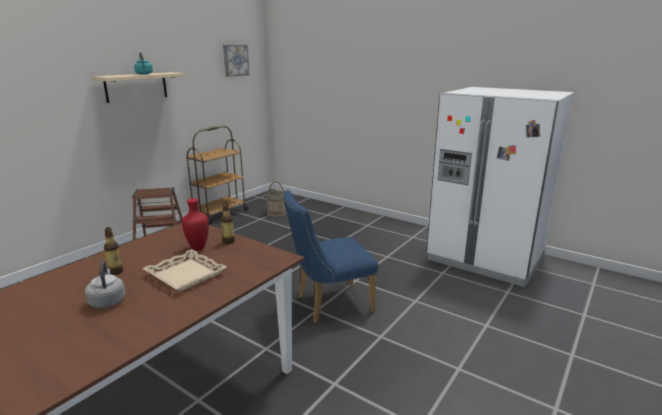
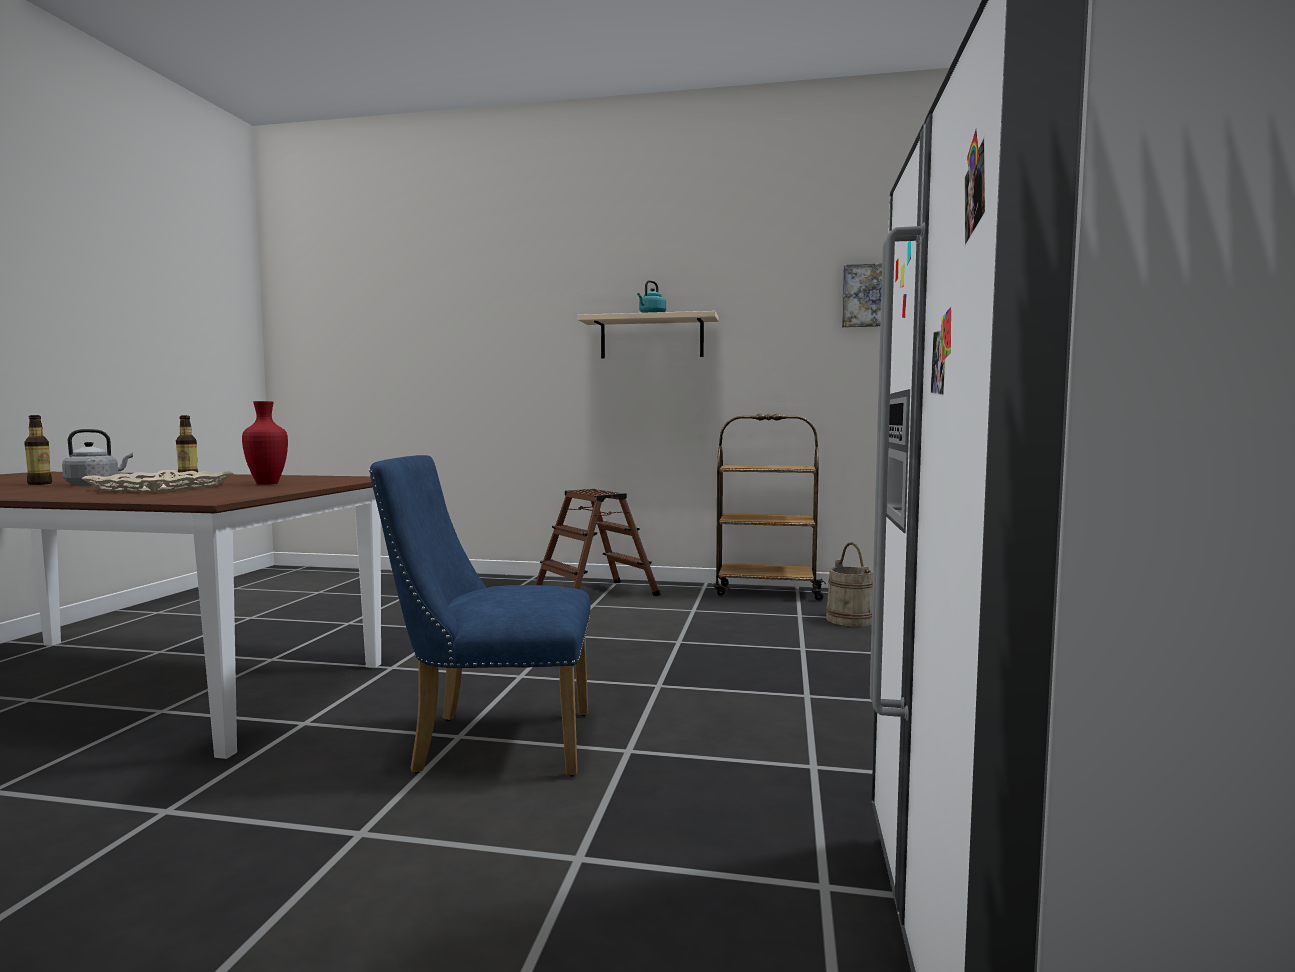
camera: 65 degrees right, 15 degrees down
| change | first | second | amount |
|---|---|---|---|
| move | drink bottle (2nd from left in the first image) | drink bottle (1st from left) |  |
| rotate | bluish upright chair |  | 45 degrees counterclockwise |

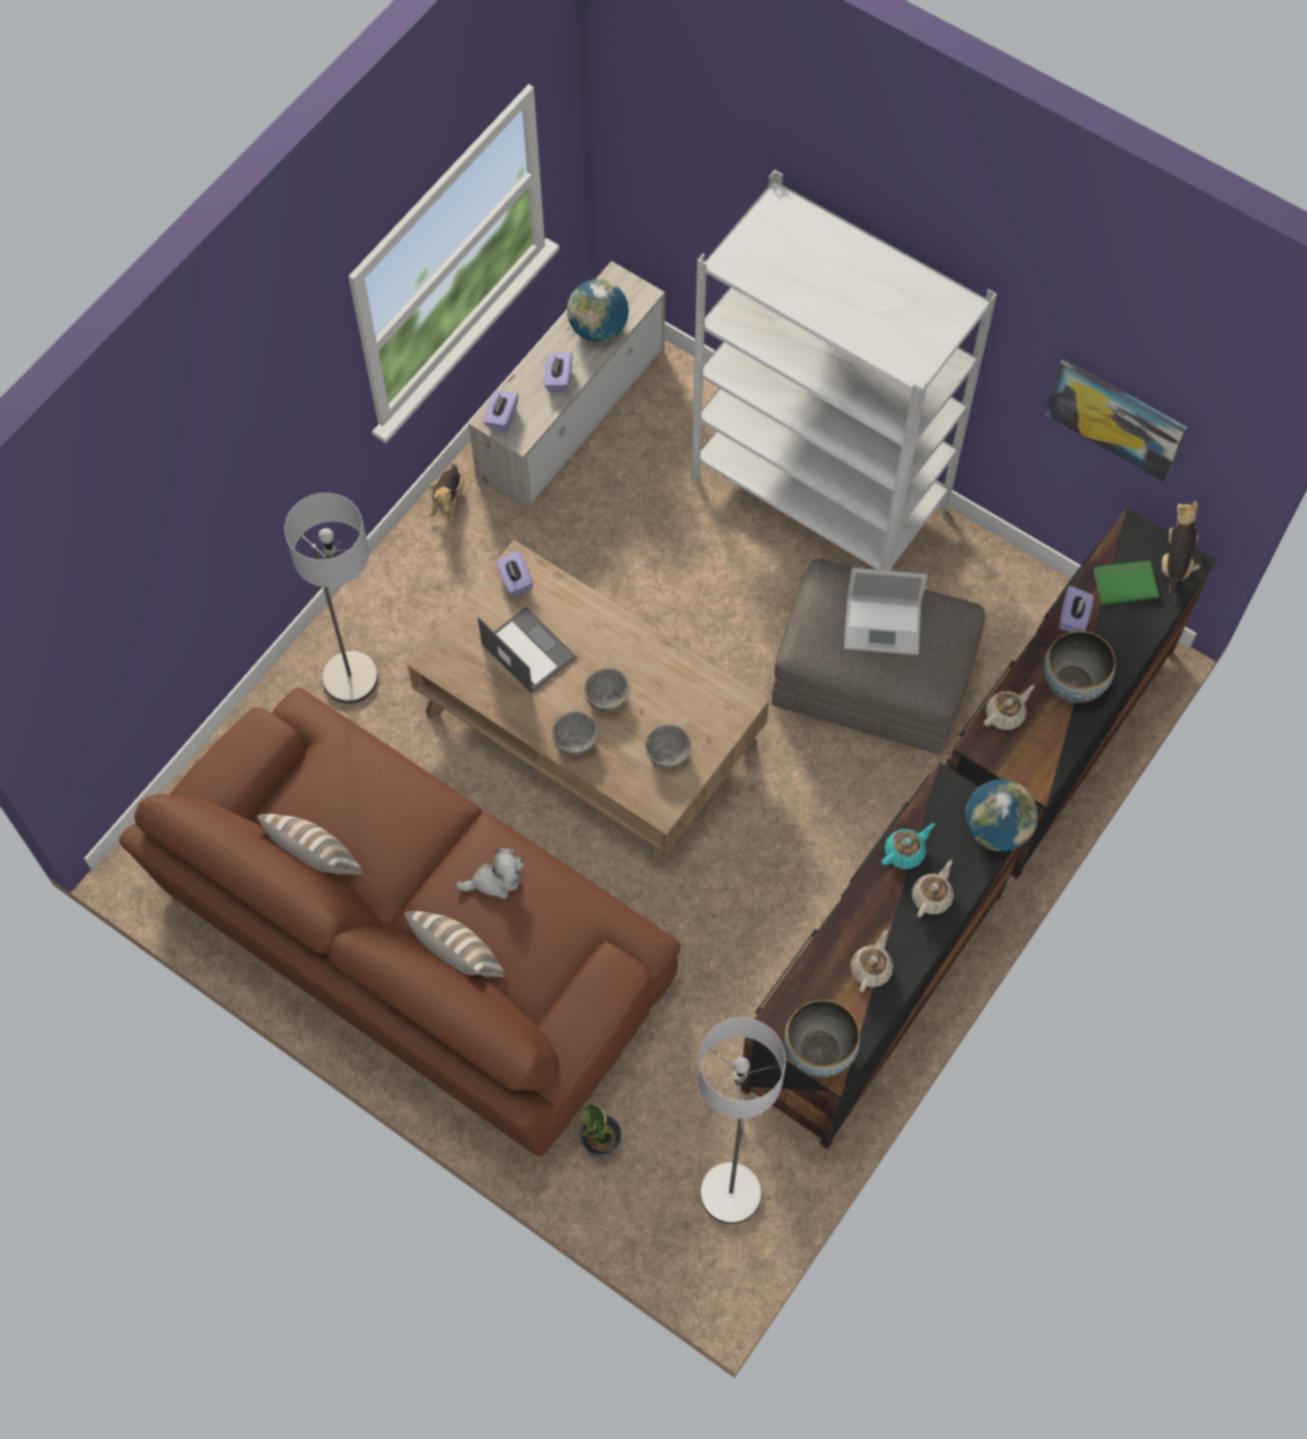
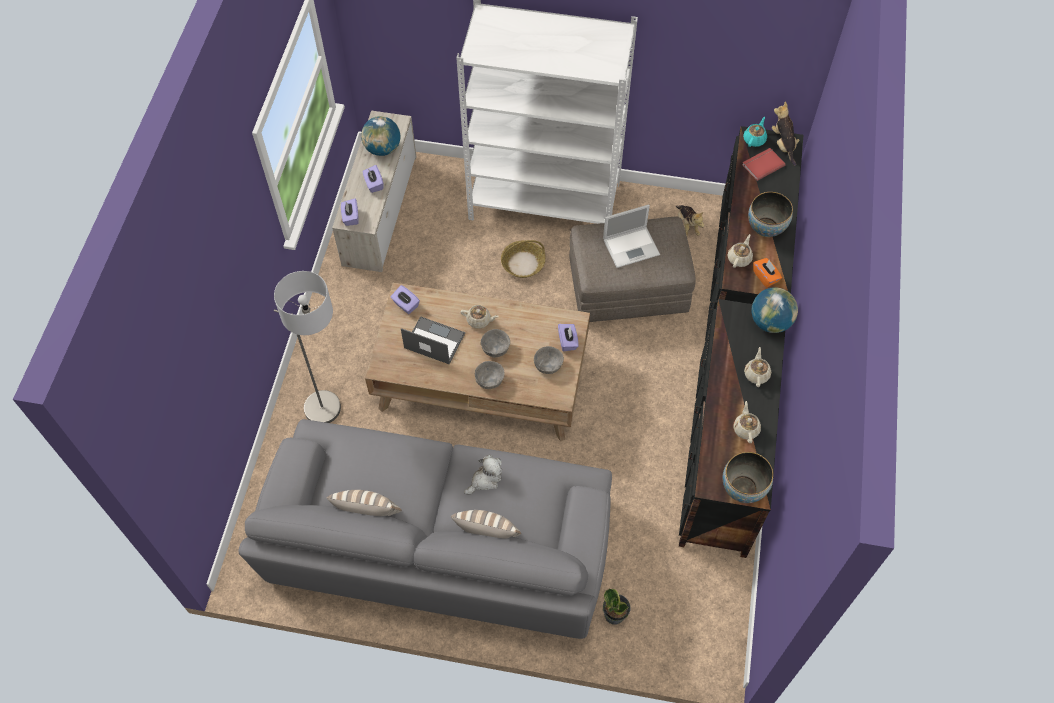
camera: 25 degrees left, 5 degrees down
| change | first | second | amount |
|---|---|---|---|
| recolor | brown couch | grey couch |  |
| move | soft toy (1st from left in the first image) | soft toy (2nd from left) |  |
| delete | grey standing lamp (2nd from left) |  |  |
| move | turquoise pot for tea |  |  |
| delete | wall art |  |  |
| move | purple tissue holder (4th from left) |  |  |
| recolor | greenish bound book | reddish bound book |  |
| insert |  | beige pot for tea (1st from left) |  |
| insert |  | household basket |  |
| insert |  | orangey tissue holder |  |

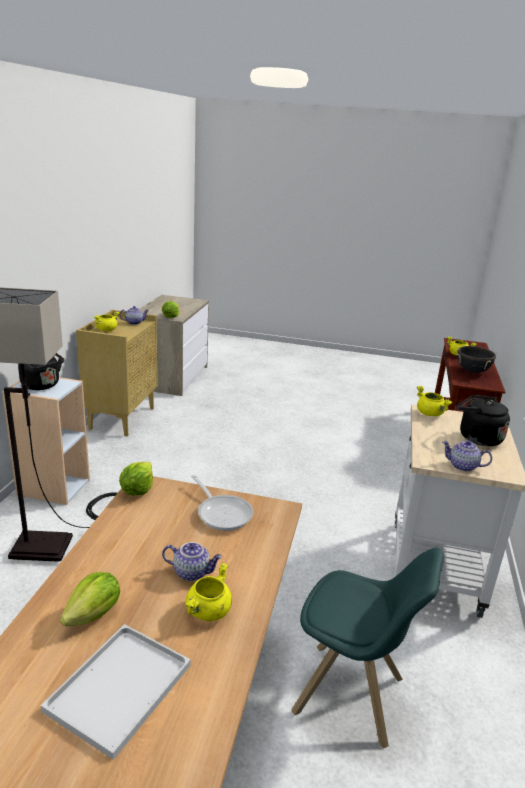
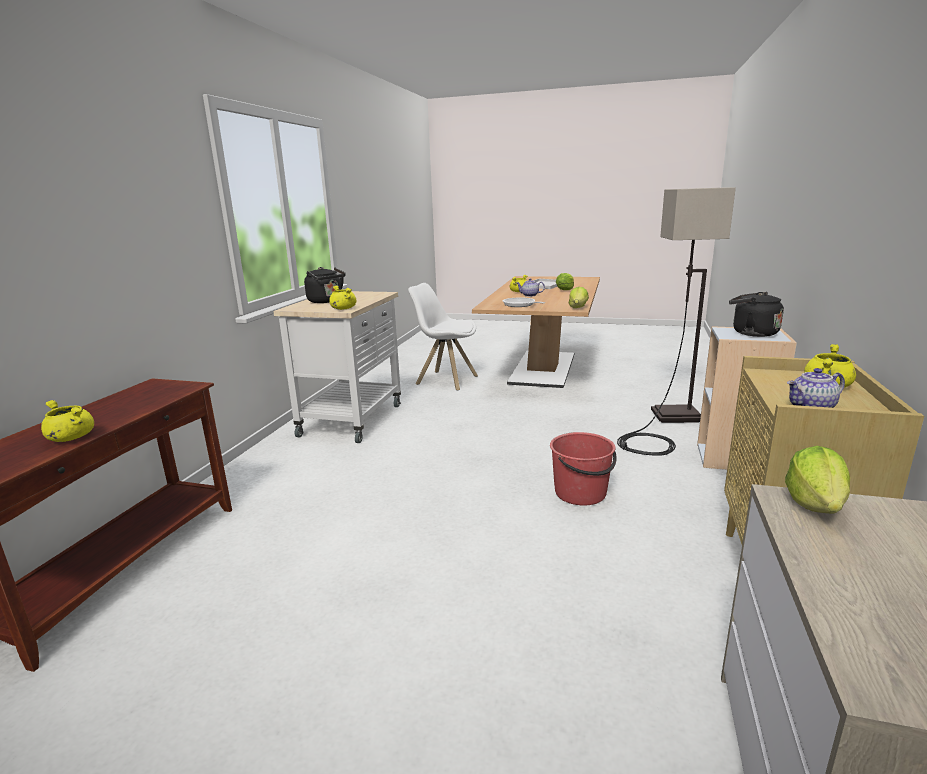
camera: 175 degrees left, 5 degrees down
| change | first | second | amount |
|---|---|---|---|
| recolor | turquoise upright chair | white upright chair |  |
| delete | pot for tea (3rd from left) |  |  |
| delete | black saucepot |  |  |
| insert |  | reddish water bucket |  |

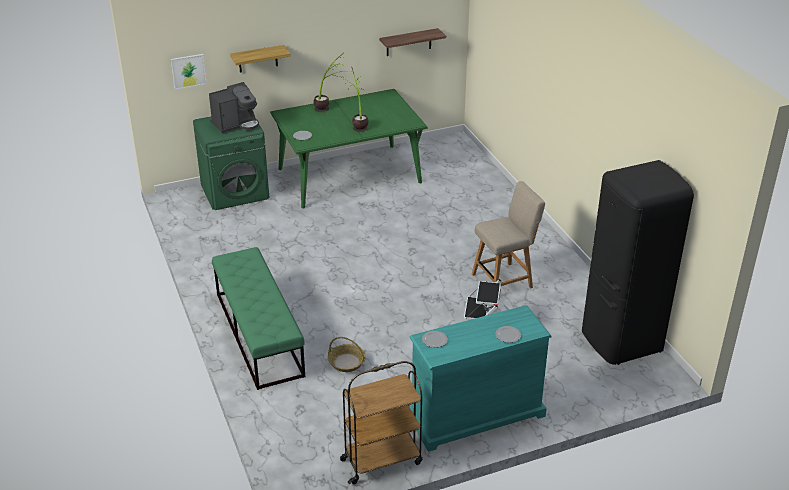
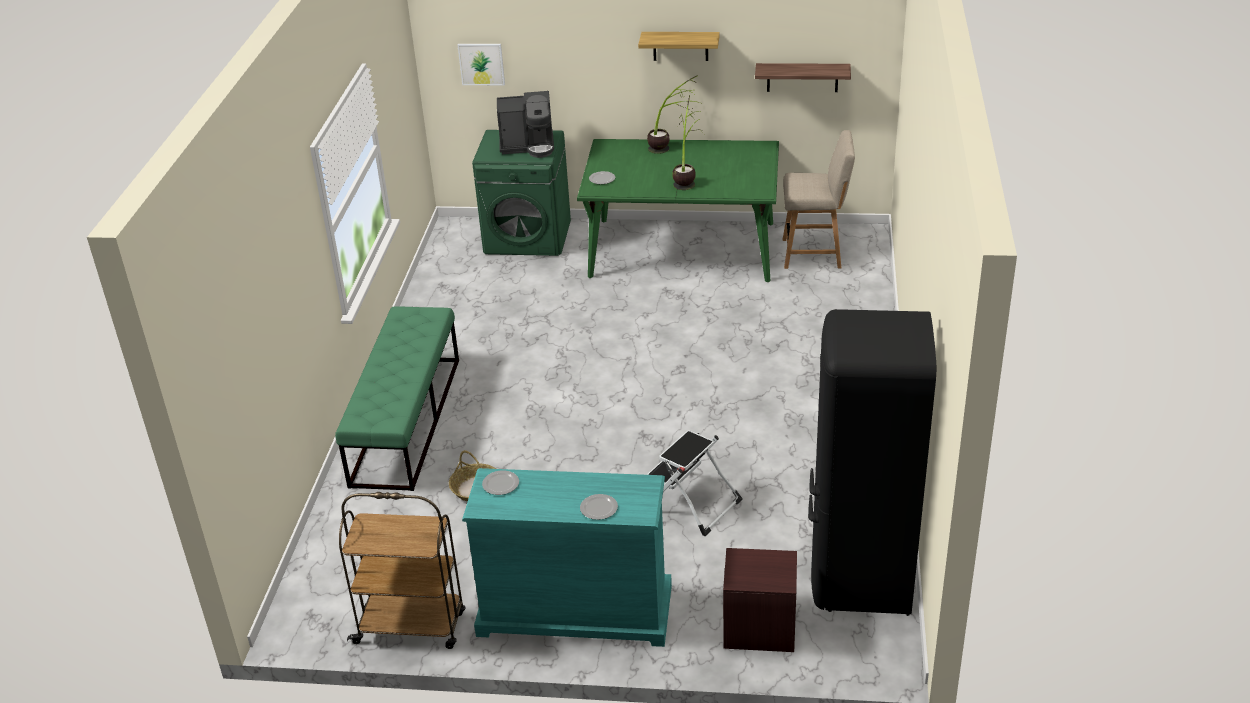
camera: 30 degrees right, 0 degrees up
| change | first | second | amount |
|---|---|---|---|
| move | bracket shelf (1st from left) |  |  |
| move | beige upright chair |  |  |
| insert |  | brown night table |  |

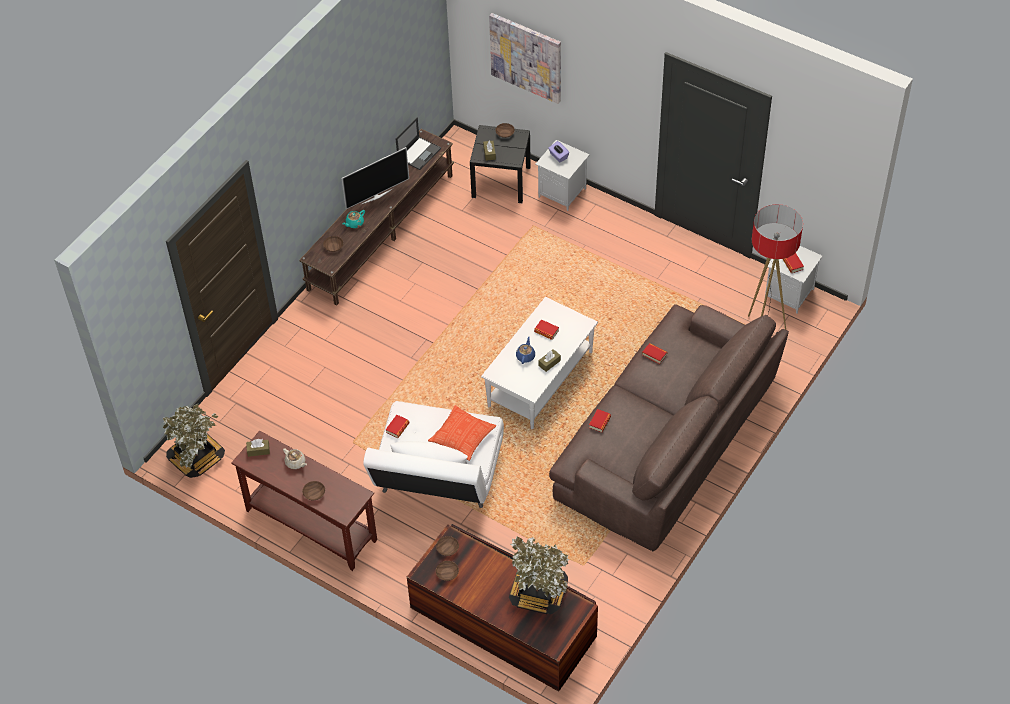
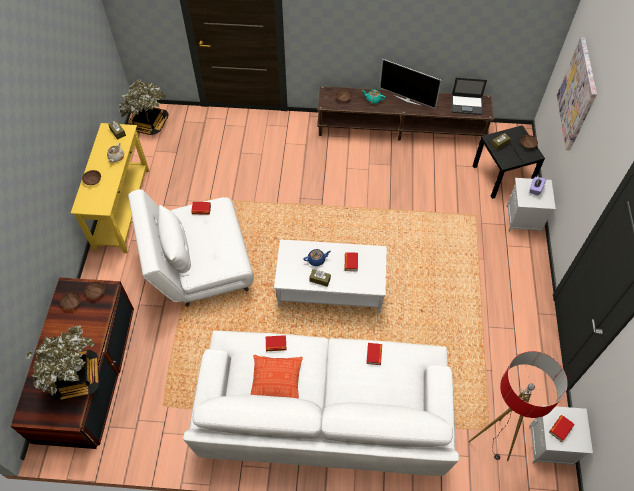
camera: 60 degrees right, 5 degrees up
| change | first | second | amount |
|---|---|---|---|
| recolor | brown hall table | yellow-coloured hall table |  |
| move | orangey throw pillow |  |  |
| recolor | brown couch | white couch |  |

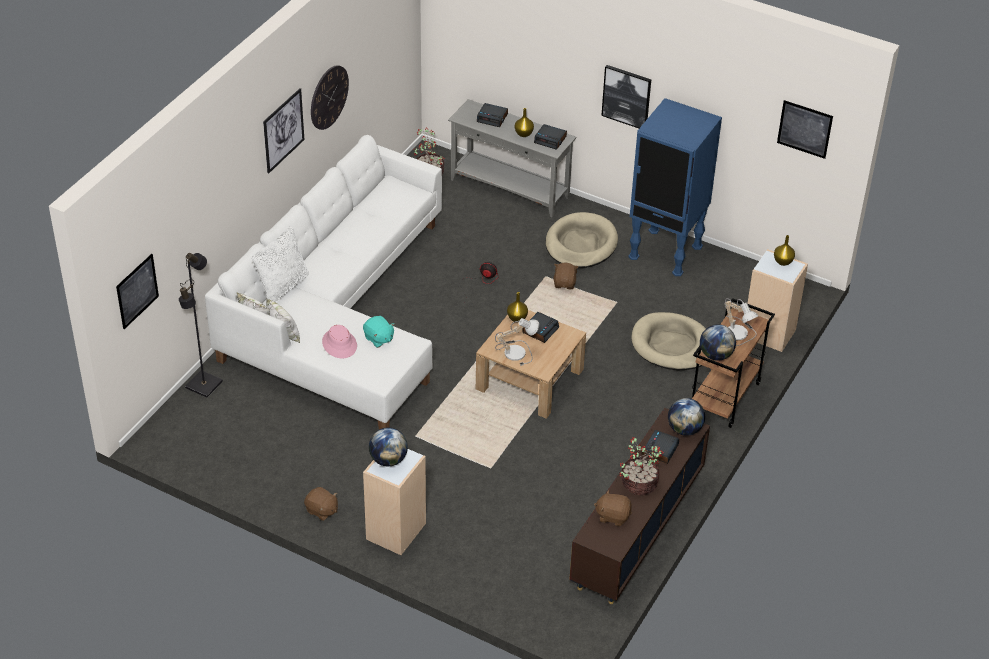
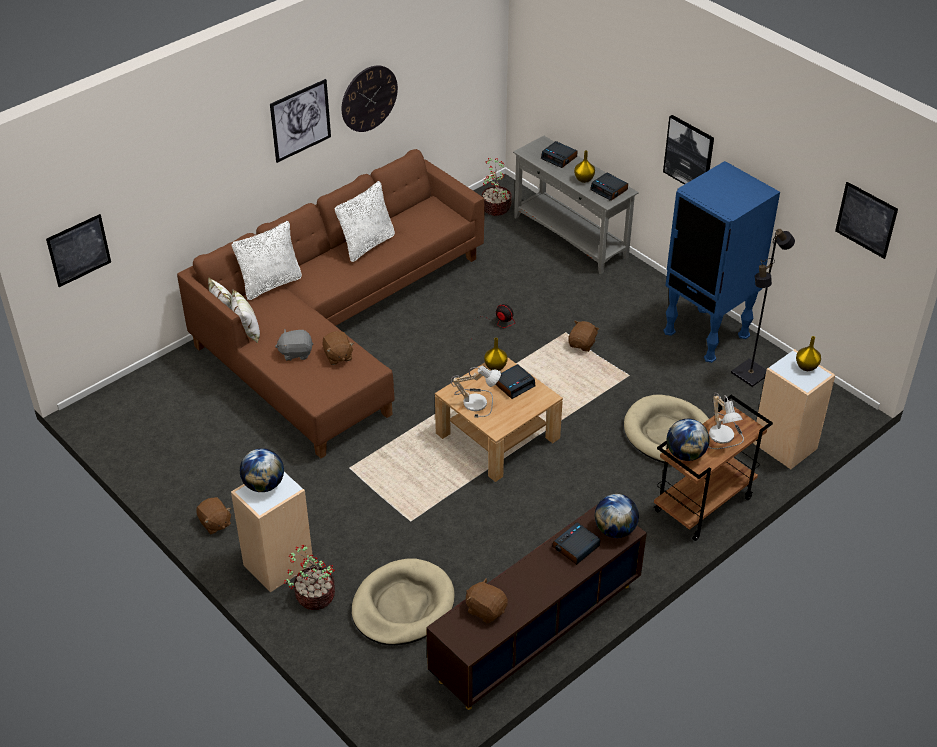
camera: 20 degrees right, 0 degrees up
| change | first | second | amount |
|---|---|---|---|
| move | black standing lamp |  |  |
| recolor | white couch | brown couch |  |
| replace | pink-coloured clothing hat | grey soft toy |  |
| recolor | turquoise soft toy | brown soft toy (2nd from left) |  |
| move | beige pet bed (1st from left) |  |  |
| move | potted plant (2nd from left in the first image) | potted plant (1st from left) |  |
| insert |  | white throw pillow (2nd from left) |  |

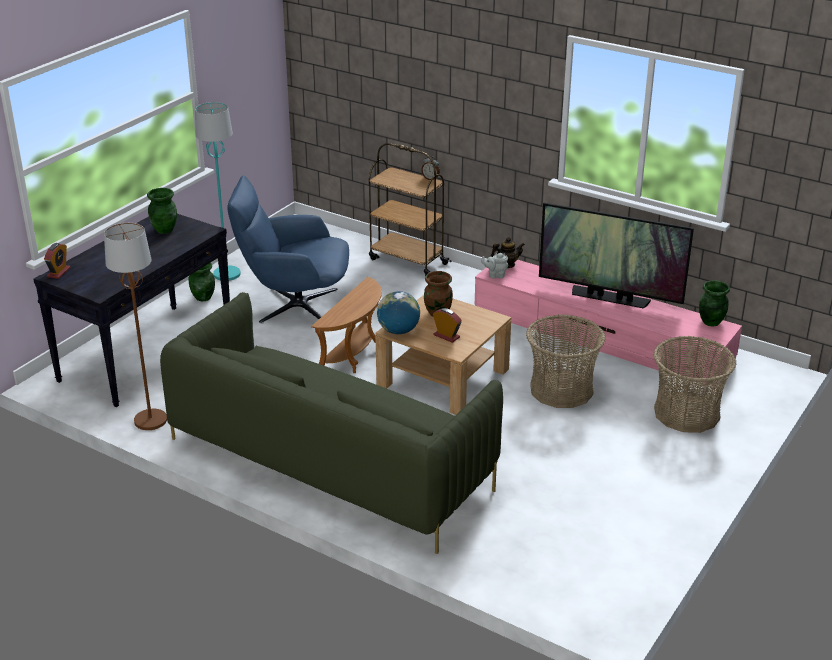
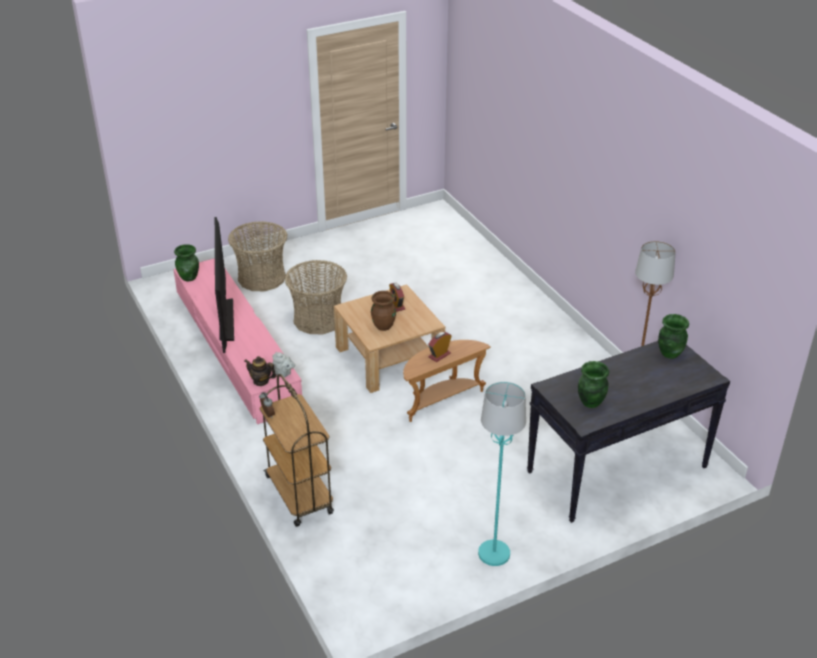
camera: 150 degrees left, 5 degrees up
| change | first | second | amount |
|---|---|---|---|
| move | alarm clock (1st from left in the first image) | alarm clock (3rd from left) |  |
| delete | greenish couch |  |  |
| move | greenish vase (2nd from left in the first image) | greenish vase (3rd from left) |  |
| delete | bluish lounge chair |  |  |
| delete | desk globe |  |  |
| rotate | television |  | 150 degrees counterclockwise |

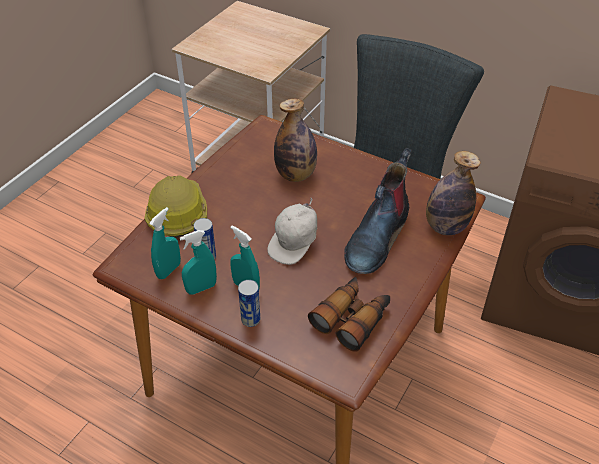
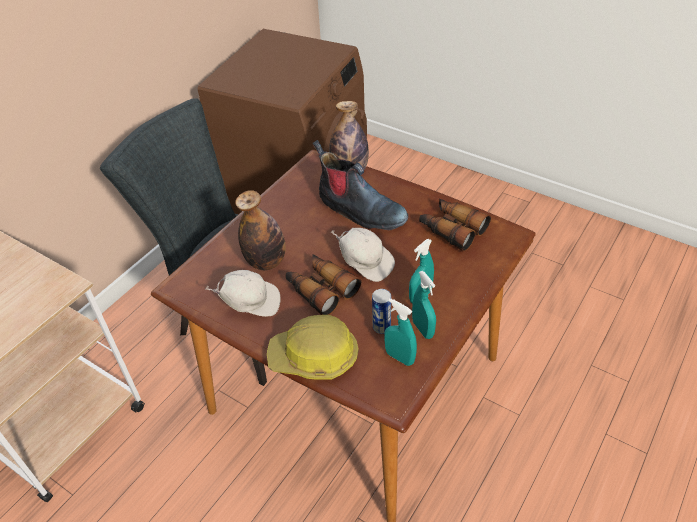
camera: 85 degrees left, 0 degrees up
| change | first | second | amount |
|---|---|---|---|
| delete | sealed can (2nd from left) |  |  |
| insert |  | white peaked cap (1st from left) |  |
| insert |  | binoculars (1st from left) |  |

